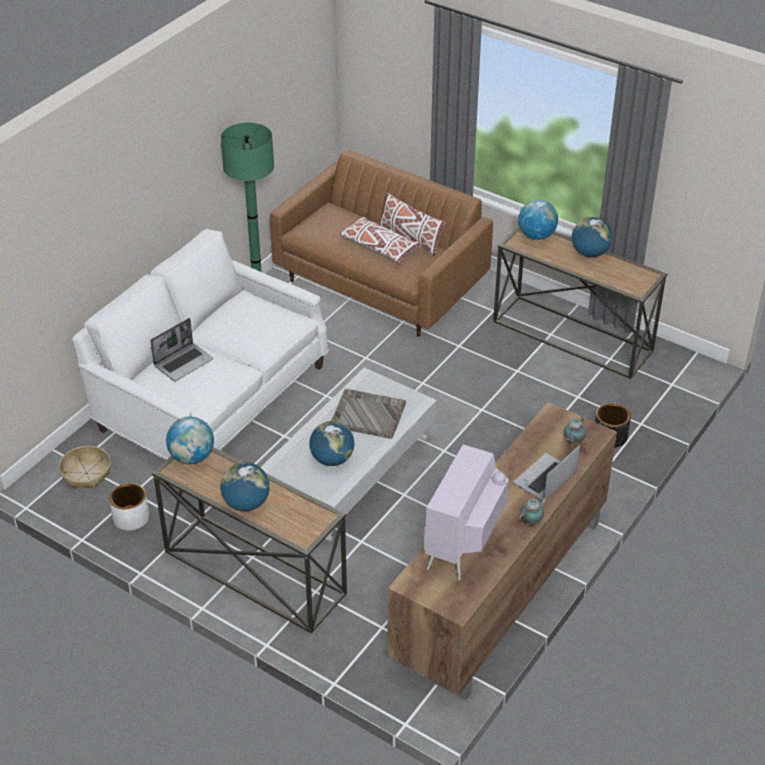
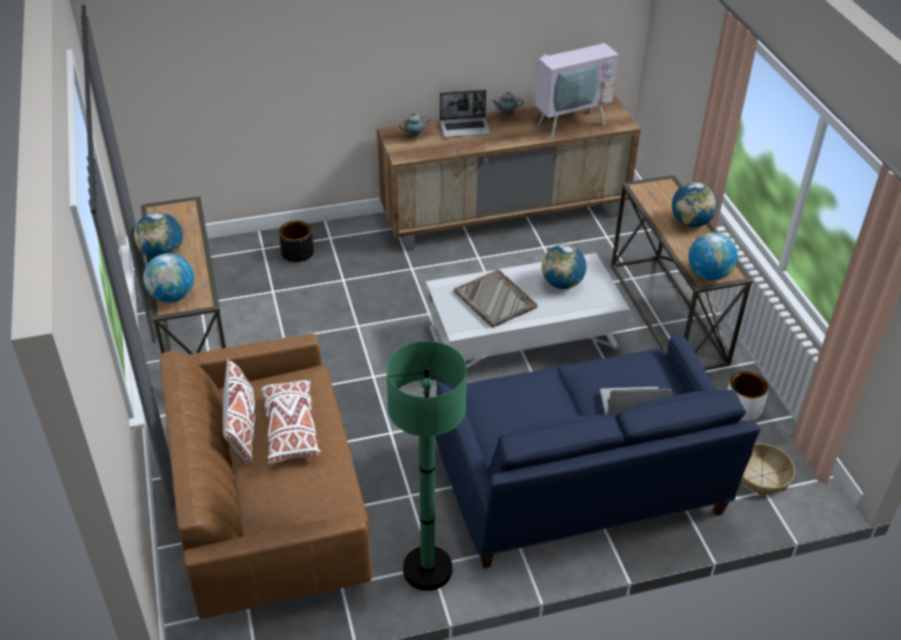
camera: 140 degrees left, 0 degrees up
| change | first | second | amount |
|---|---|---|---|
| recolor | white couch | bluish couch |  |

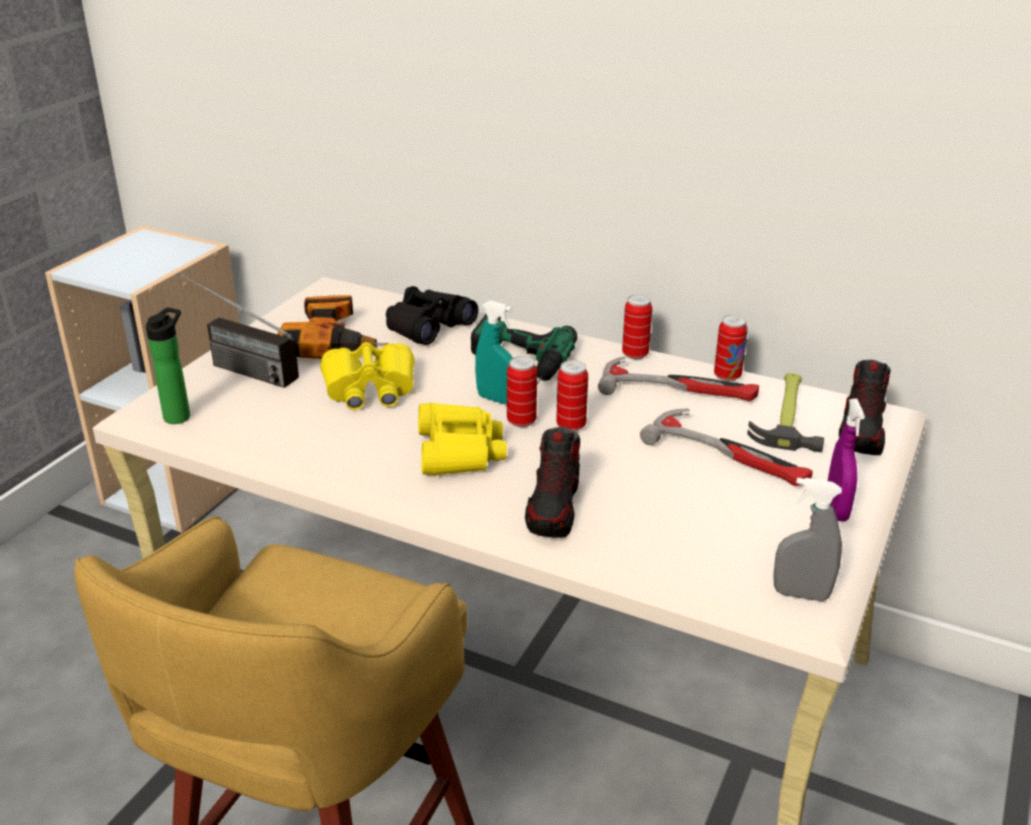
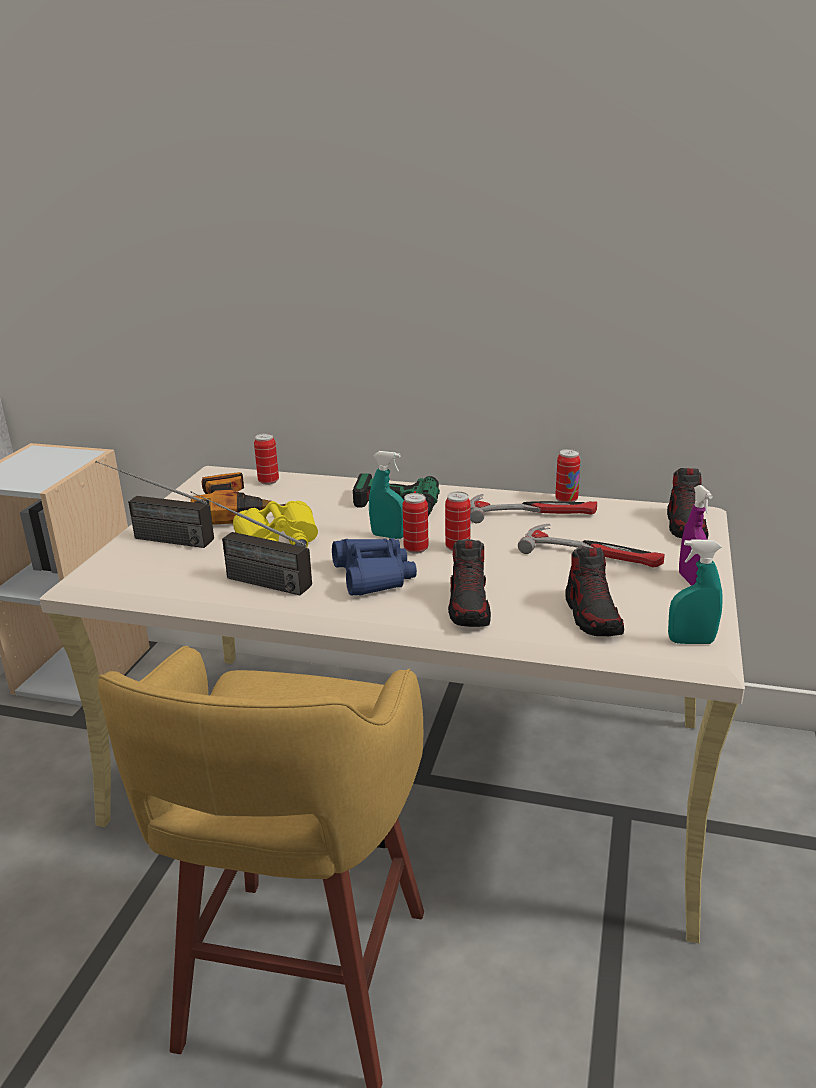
camera: 10 degrees left, 5 degrees down
| change | first | second | amount |
|---|---|---|---|
| delete | drink bottle |  |  |
| delete | black binoculars |  |  |
| recolor | yellow-coloured binoculars (2nd from left) | bluish binoculars |  |
| move | sealed can (3rd from left in the first image) | sealed can (1st from left) |  |
| delete | hammer (3rd from left) |  |  |
| recolor | grey sprayer | turquoise sprayer (2nd from left) |  |
| insert |  | radio (2nd from left) |  |
| insert |  | shoe (2nd from left) |  |

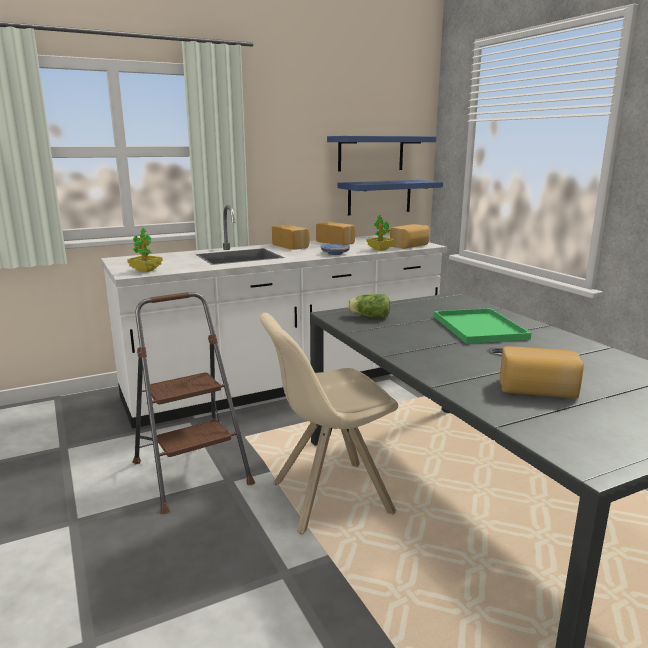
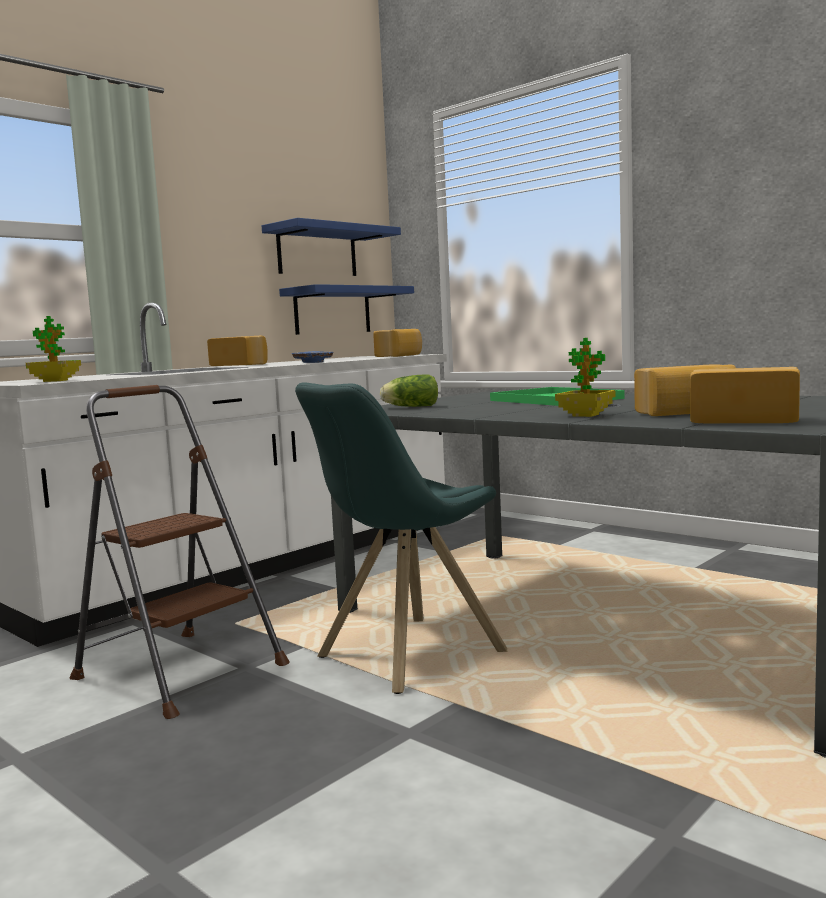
camera: 20 degrees left, 10 degrees down
| change | first | second | amount |
|---|---|---|---|
| recolor | beige upright chair | turquoise upright chair |  |
| move | bread (2nd from left in the first image) | bread (4th from left) |  |
| move | potted plant (2nd from left) |  |  |

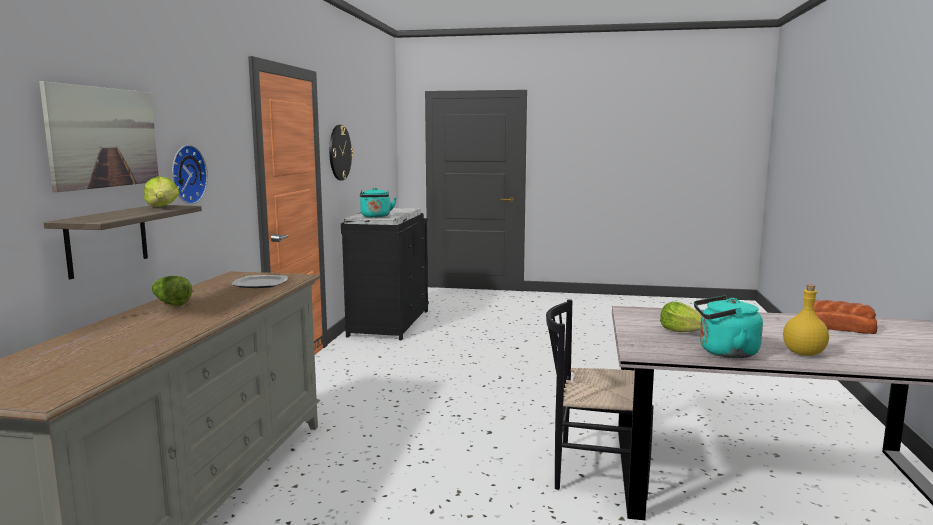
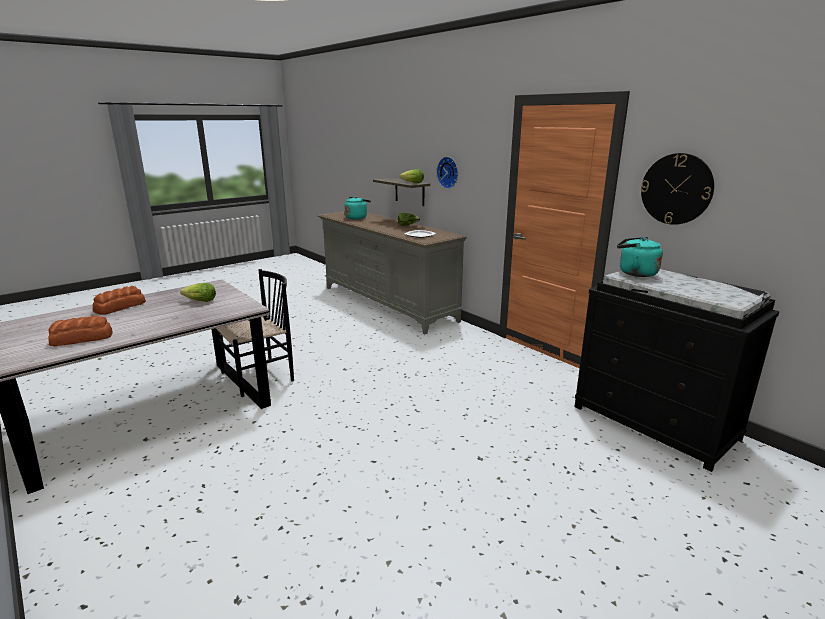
camera: 130 degrees right, 10 degrees up
| change | first | second | amount |
|---|---|---|---|
| delete | wall art |  |  |
| move | turquoise tea kettle (2nd from left in the first image) | turquoise tea kettle (1st from left) |  |
| replace | yellow-coloured drink bottle | bread (2nd from left) |  |

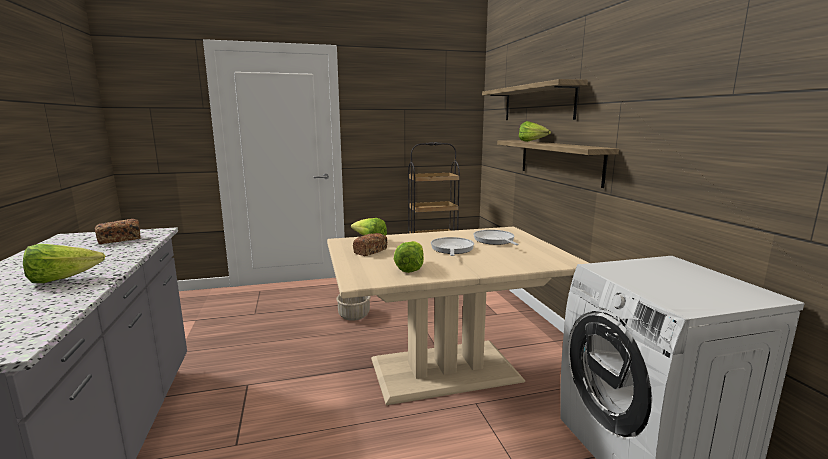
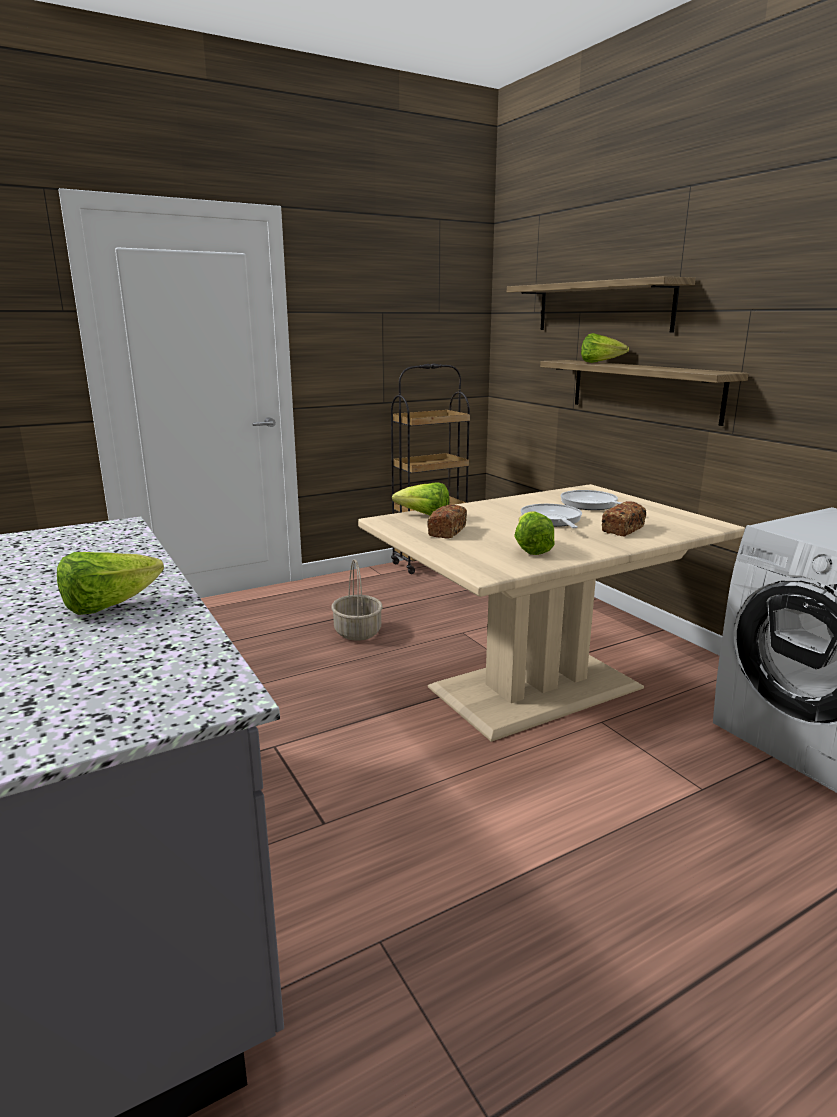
camera: 15 degrees left, 5 degrees up
| change | first | second | amount |
|---|---|---|---|
| move | bread (1st from left in the first image) | bread (2nd from left) |  |

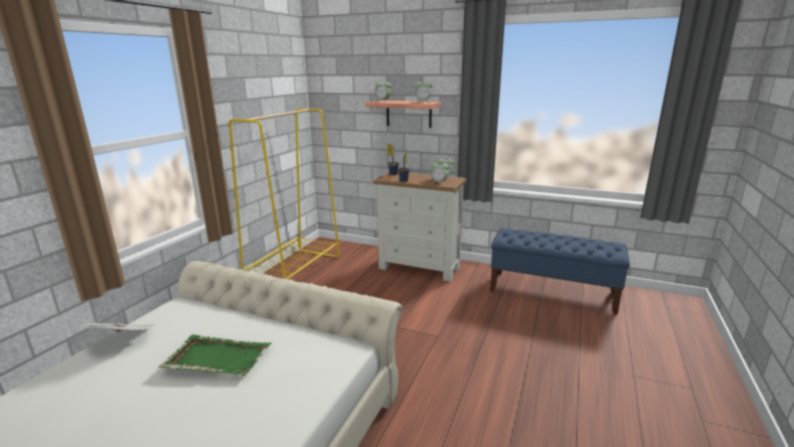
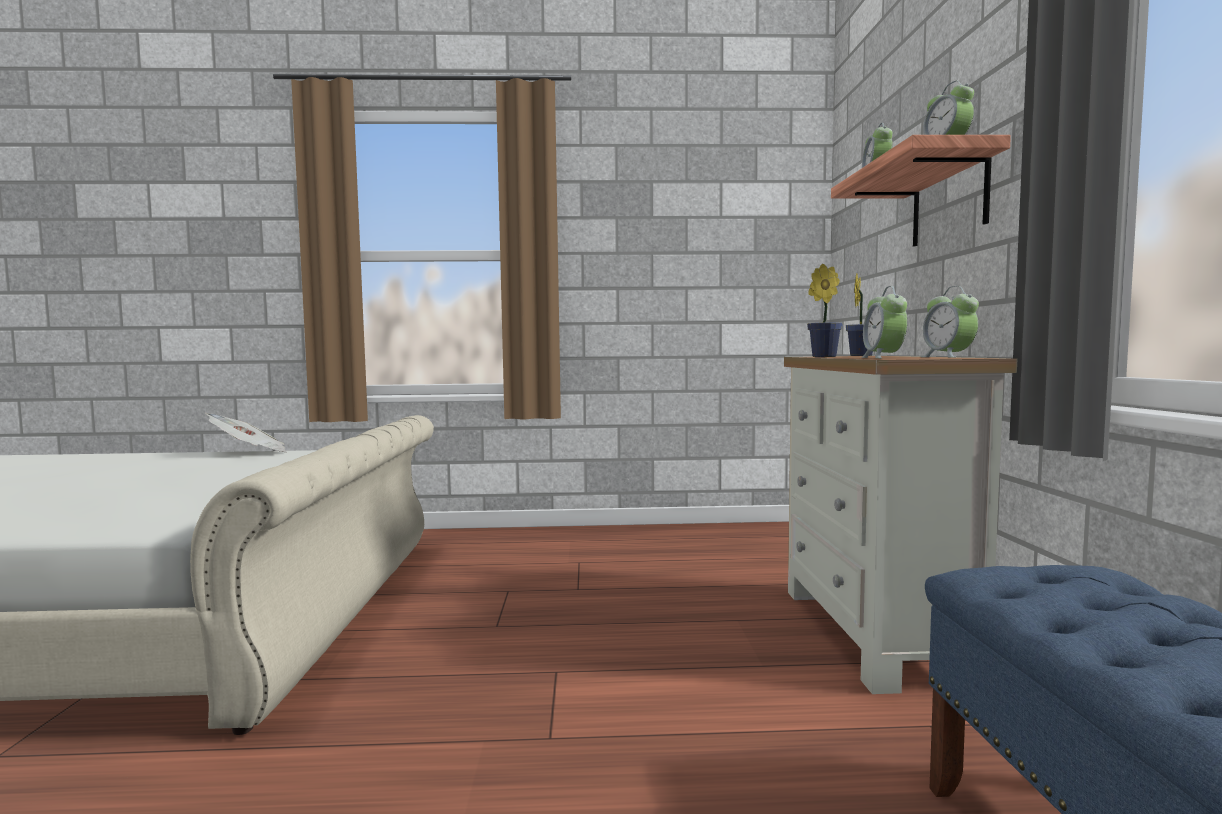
camera: 65 degrees right, 15 degrees down
| change | first | second | amount |
|---|---|---|---|
| delete | greenish serving tray |  |  |
| delete | yellow-coloured garment stand |  |  |

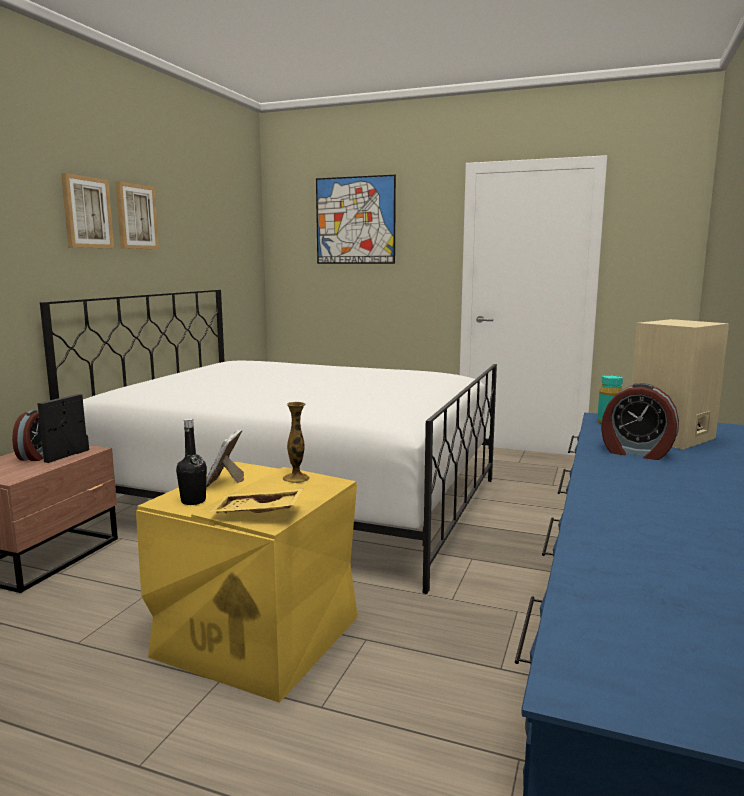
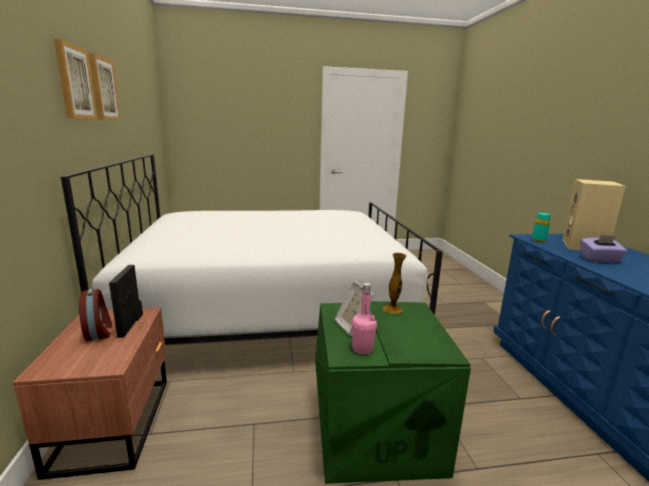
camera: 30 degrees left, 5 degrees up
| change | first | second | amount |
|---|---|---|---|
| recolor | yellow-coloured storage container | greenish storage container |  |
| recolor | black drink bottle | pink-coloured drink bottle |  |
| delete | yellow-coloured serving tray |  |  |
| delete | wall art (3rd from left) |  |  |
| replace | alarm clock (2nd from left) | purple tissue holder |  |

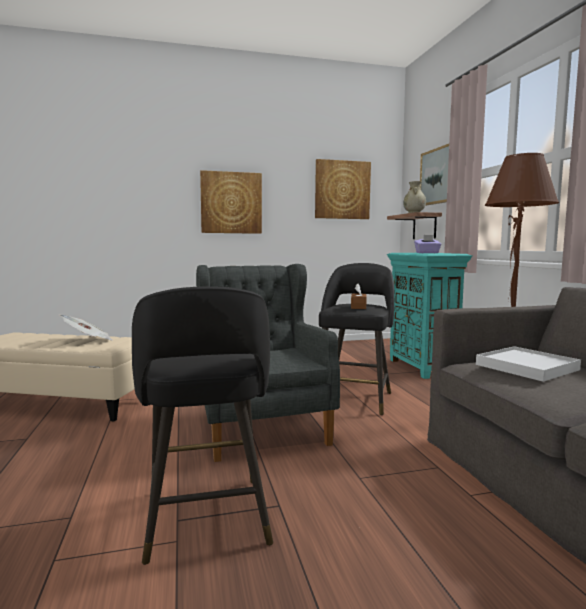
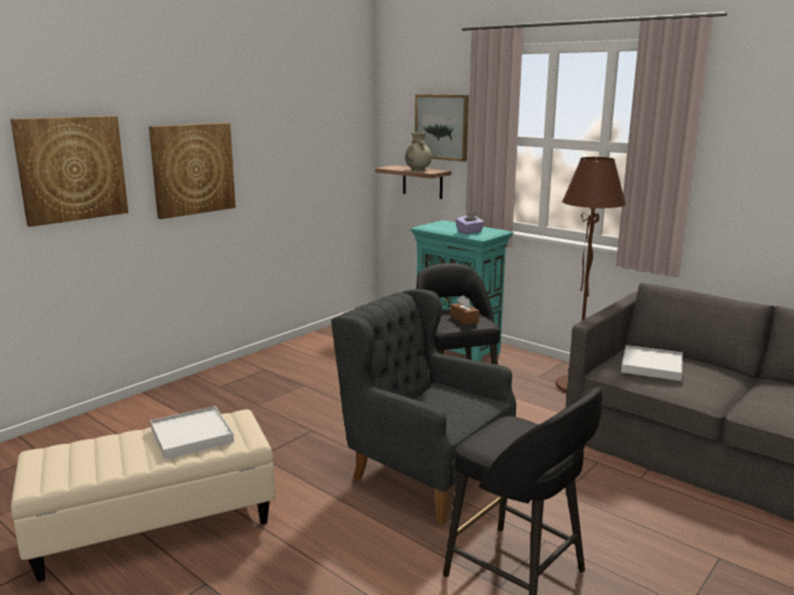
camera: 35 degrees left, 10 degrees up
| change | first | second | amount |
|---|---|---|---|
| replace | newspaper | white serving tray (1st from left) |  |
| move | wall art (2nd from left in the first image) | wall art (1st from left) |  |

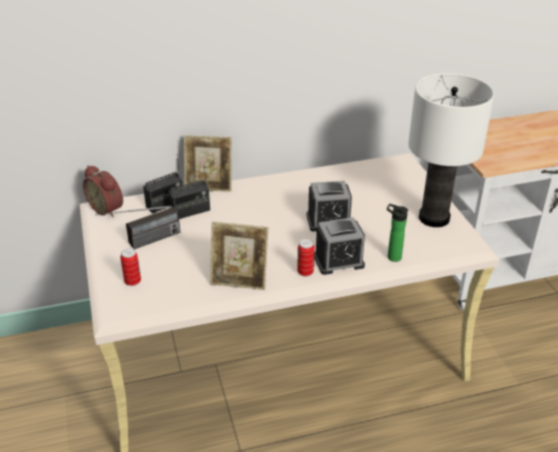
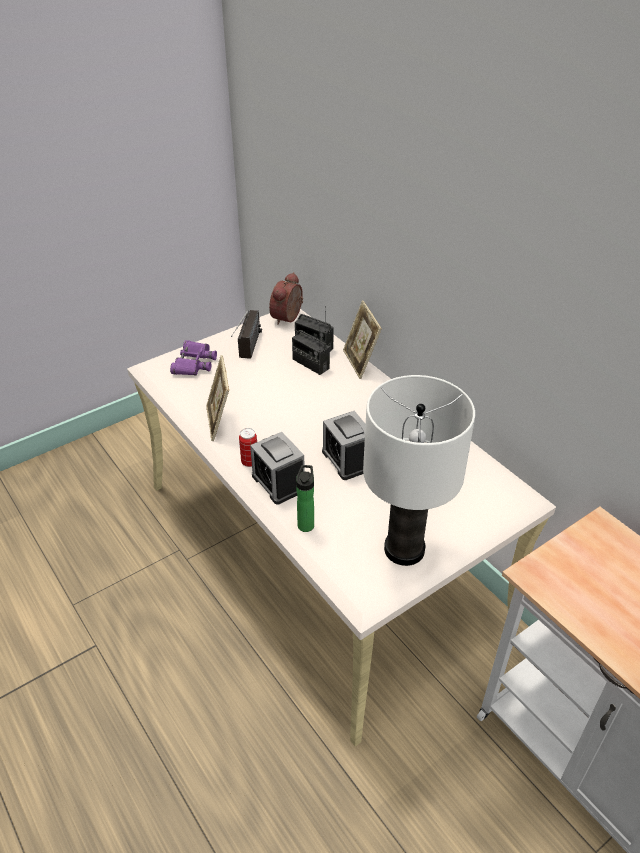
camera: 70 degrees right, 5 degrees up
| change | first | second | amount |
|---|---|---|---|
| rotate | radio (1st from left) |  | 120 degrees counterclockwise |
| replace | sealed can (1st from left) | purple binoculars |  |

